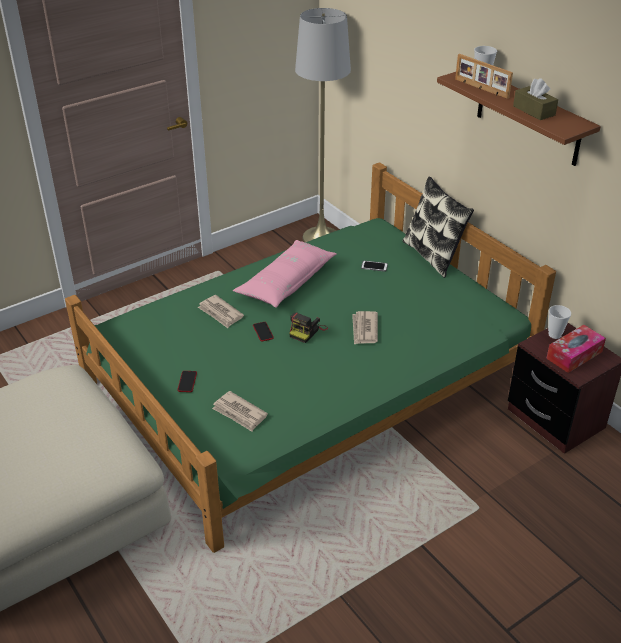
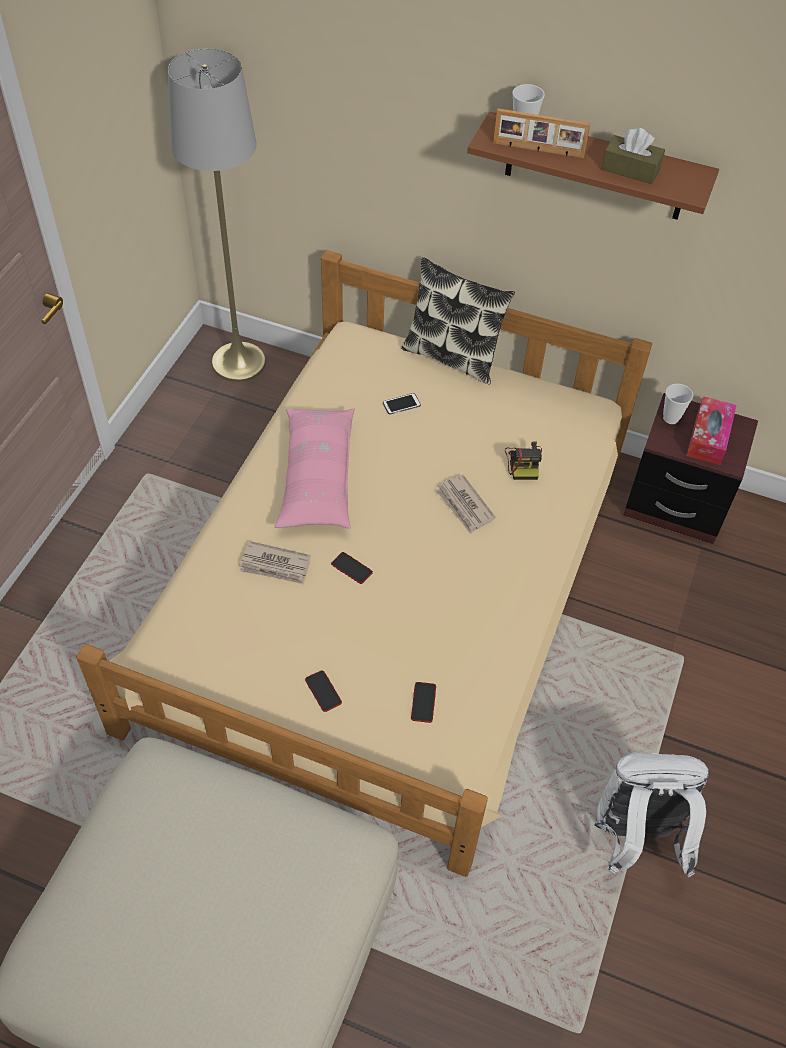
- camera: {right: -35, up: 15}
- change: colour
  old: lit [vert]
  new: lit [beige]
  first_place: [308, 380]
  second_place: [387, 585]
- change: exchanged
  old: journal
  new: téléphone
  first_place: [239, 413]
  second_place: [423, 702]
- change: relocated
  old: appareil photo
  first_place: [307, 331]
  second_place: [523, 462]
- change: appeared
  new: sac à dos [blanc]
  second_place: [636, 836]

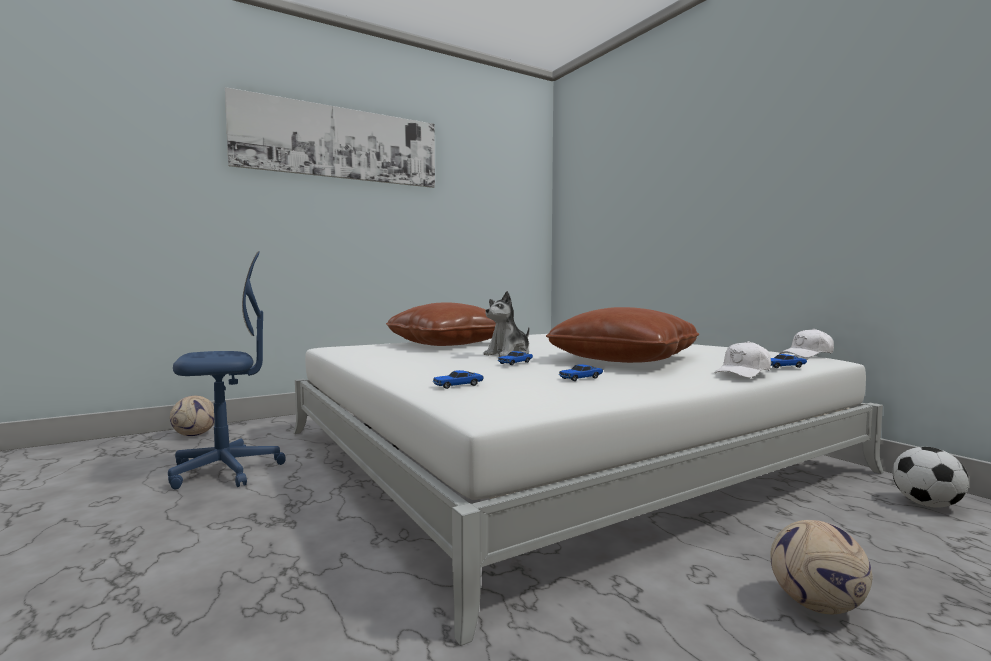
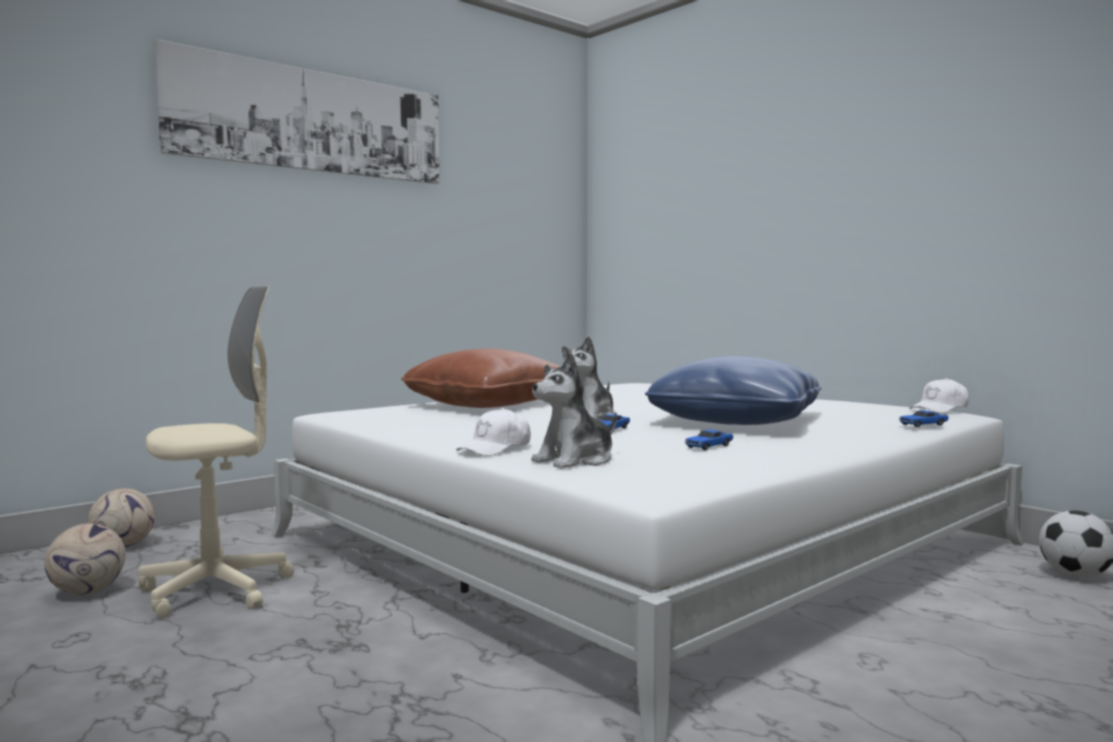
- camera: {right: -10, up: 0}
- change: colour
  old: chaise de bureau [bleu]
  new: chaise de bureau [beige]
  first_place: [226, 471]
  second_place: [216, 590]
- change: exchanged
  old: petite voiture
  new: peluche
  first_place: [457, 385]
  second_place: [575, 460]
- change: colour
  old: coussin [marron]
  new: coussin [bleu]
  first_place: [624, 360]
  second_place: [736, 421]
- change: relocated
  old: casquette [blanc]
  first_place: [743, 373]
  second_place: [495, 449]
- change: relocated
  old: ballon de foot
  first_place: [816, 606]
  second_place: [86, 592]

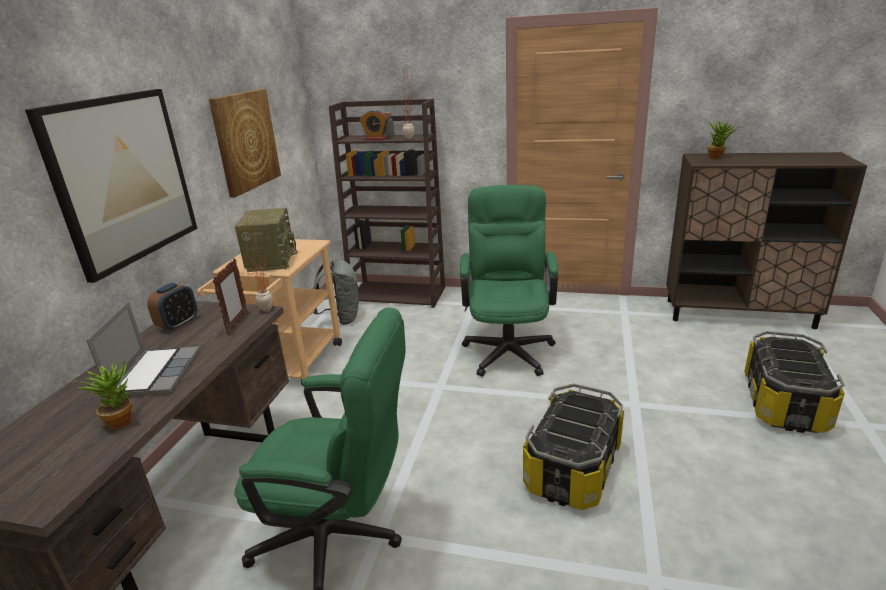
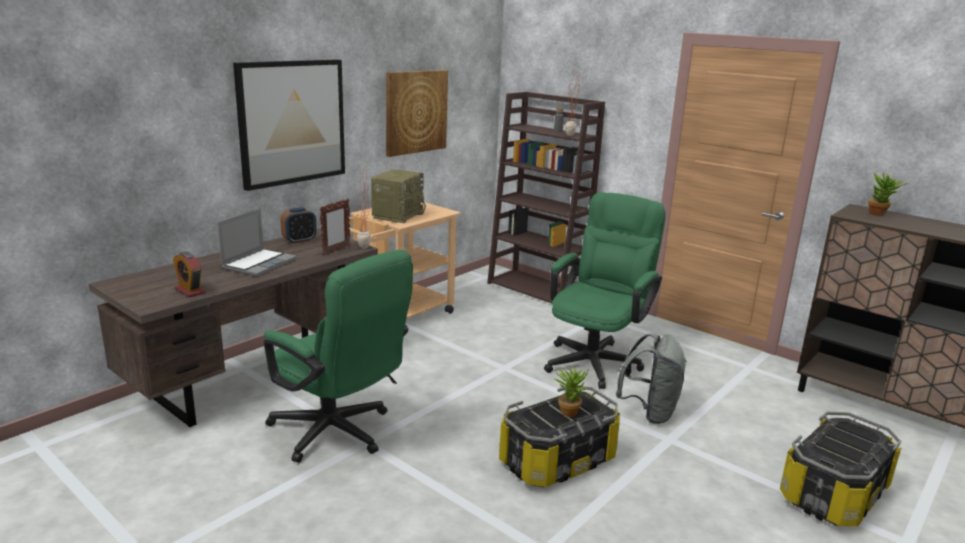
- camera: {right: 25, up: -5}
- change: relocated
  old: plante en pot
  first_place: [121, 419]
  second_place: [569, 410]
- change: relocated
  old: sac à dos [gris]
  first_place: [341, 318]
  second_place: [649, 412]
- change: relocated
  old: réveil
  first_place: [376, 139]
  second_place: [190, 291]

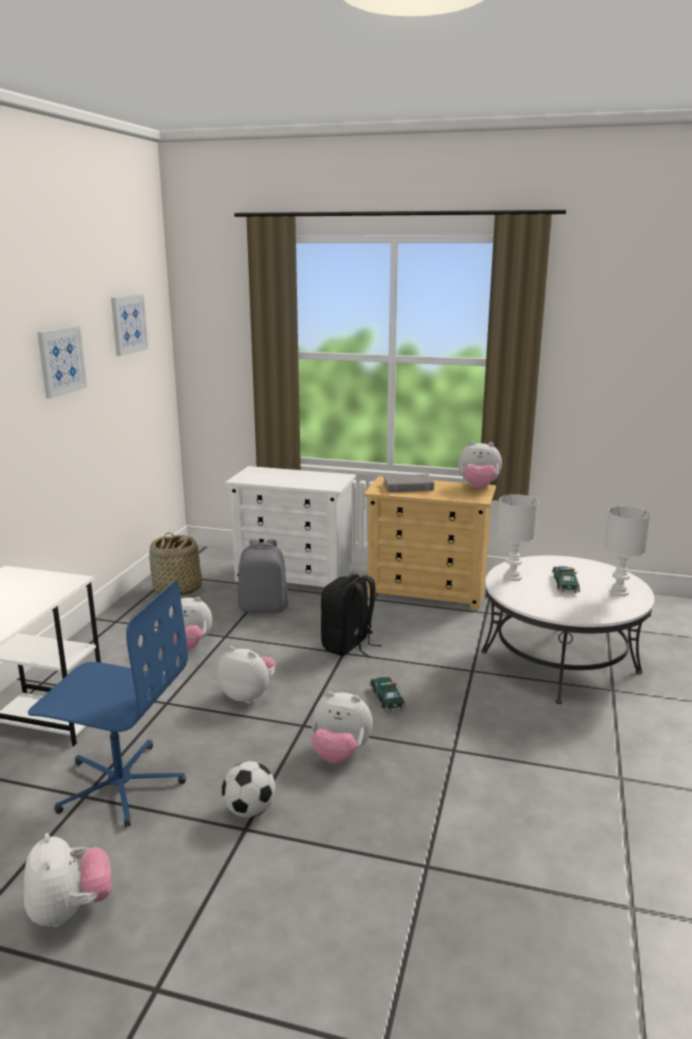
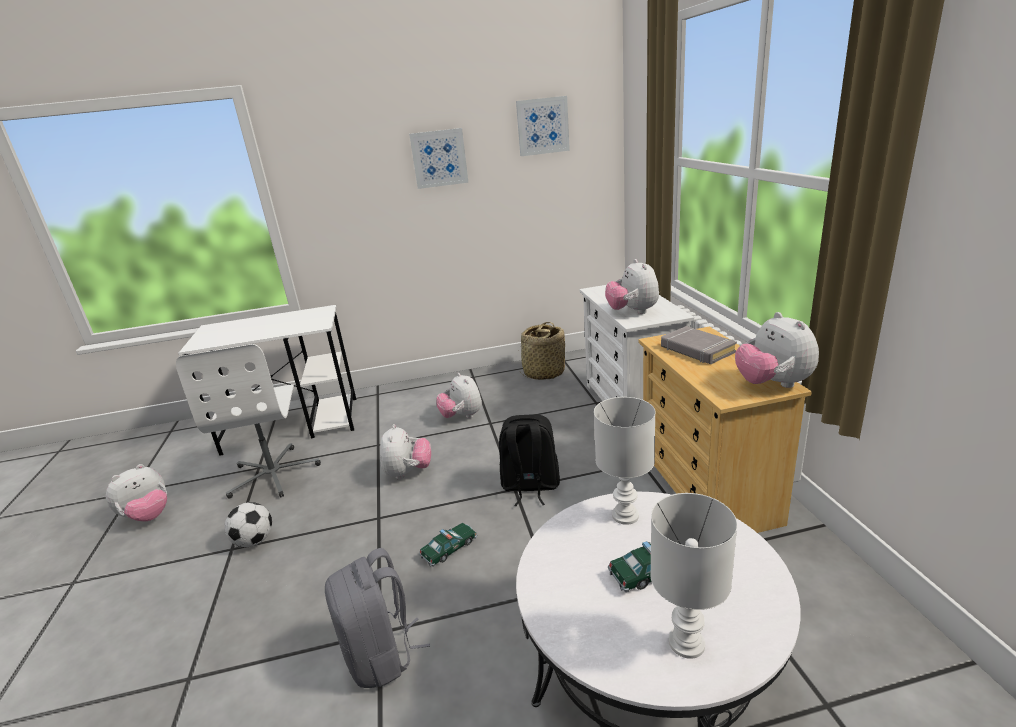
- camera: {right: 65, up: 5}
- change: colour
  old: chaise de bureau [bleu]
  new: chaise de bureau [blanc]
  first_place: [120, 784]
  second_place: [274, 474]
- change: relocated
  old: sac à dos [gris]
  first_place: [263, 607]
  second_place: [381, 655]
- change: relocated
  old: peluche
  first_place: [340, 754]
  second_place: [632, 312]

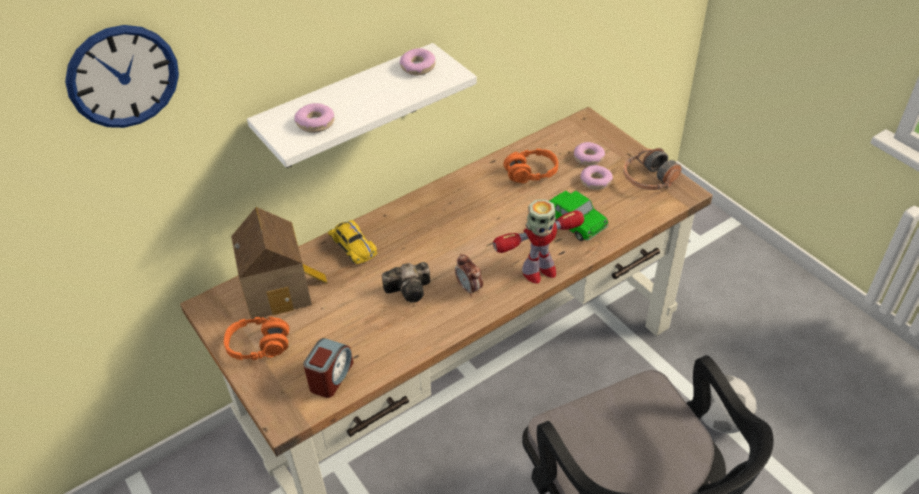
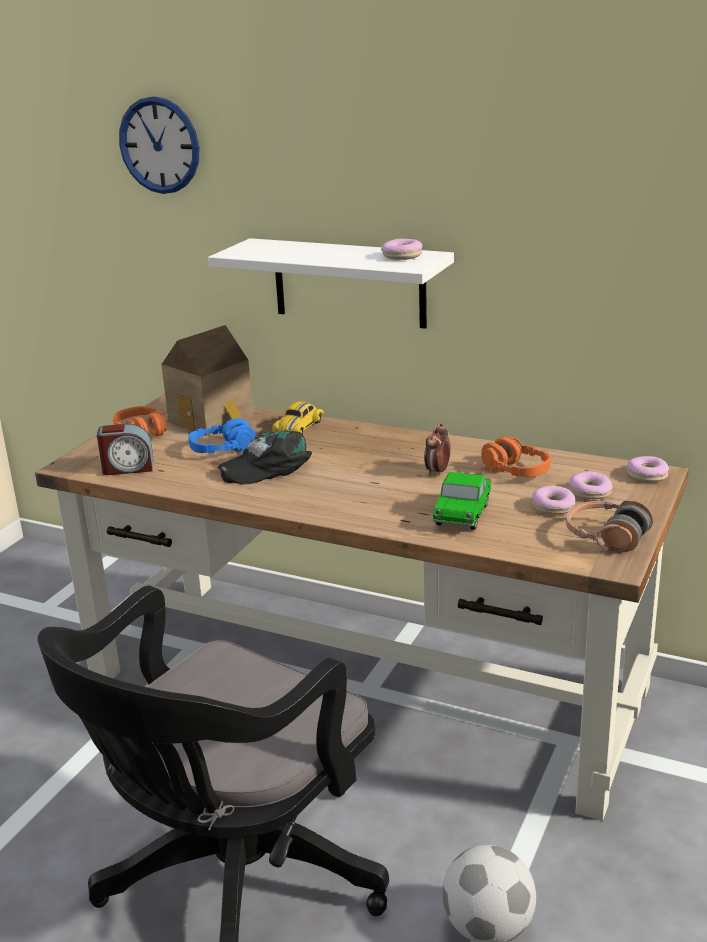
- camera: {right: 60, up: -20}
- change: relocated
  old: beignet
  first_place: [315, 123]
  second_place: [647, 475]
- change: exchanged
  old: appareil photo
  new: casquette [noir]
  first_place: [411, 289]
  second_place: [267, 467]
- change: relocated
  old: réveil
  first_place: [469, 288]
  second_place: [437, 472]
- change: missing
  old: robot jouet
  first_place: [538, 271]
- change: appeared
  new: casque audio [bleu]
  second_place: [222, 449]

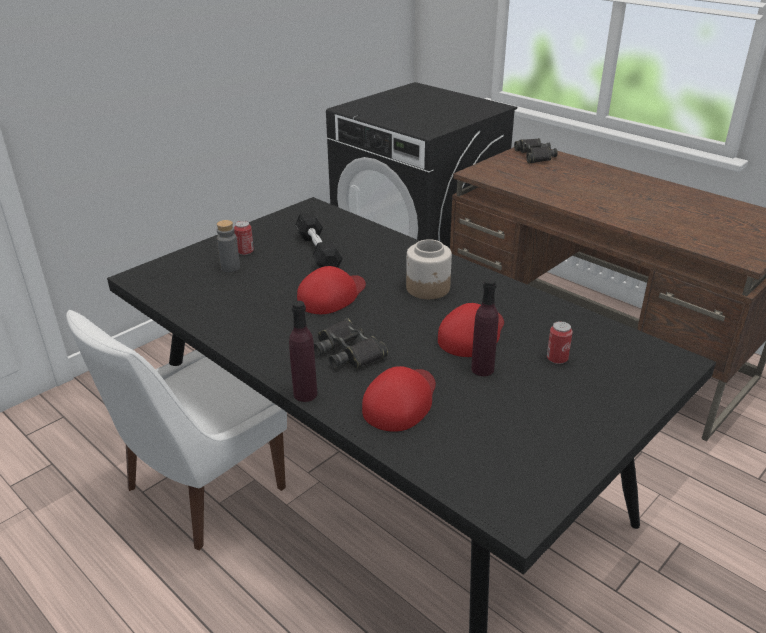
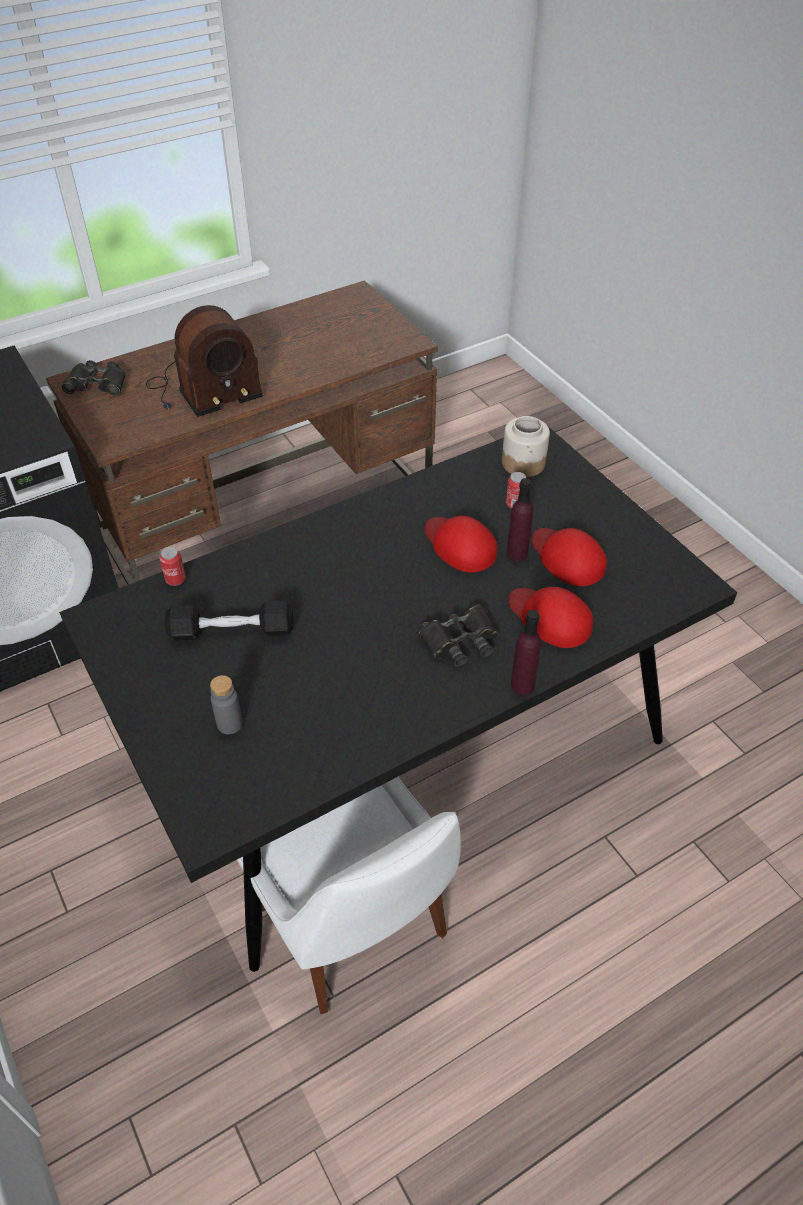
- camera: {right: -75, up: 15}
- change: relocated
  old: boîte métallique
  first_place: [245, 251]
  second_place: [175, 579]
- change: relocated
  old: casquette [rouge]
  first_place: [332, 295]
  second_place: [567, 558]
- change: relocated
  old: bocal
  first_place: [428, 288]
  second_place: [523, 463]
- change: appeared
  new: radio
  second_place: [203, 389]

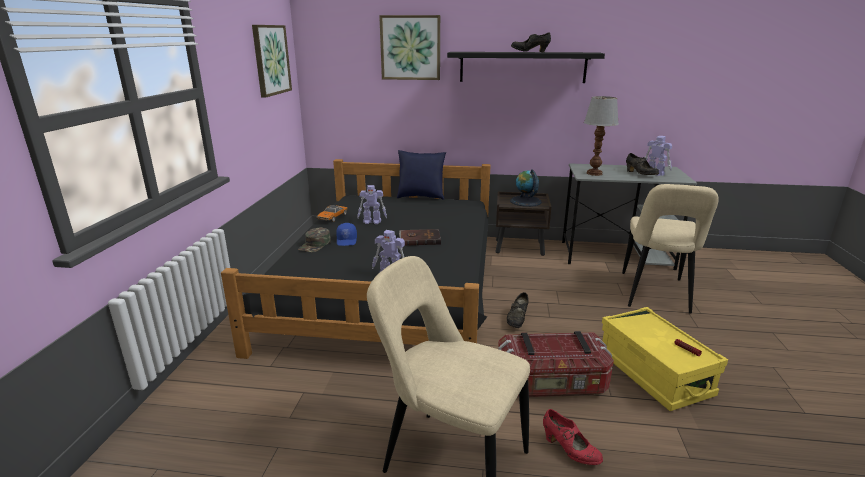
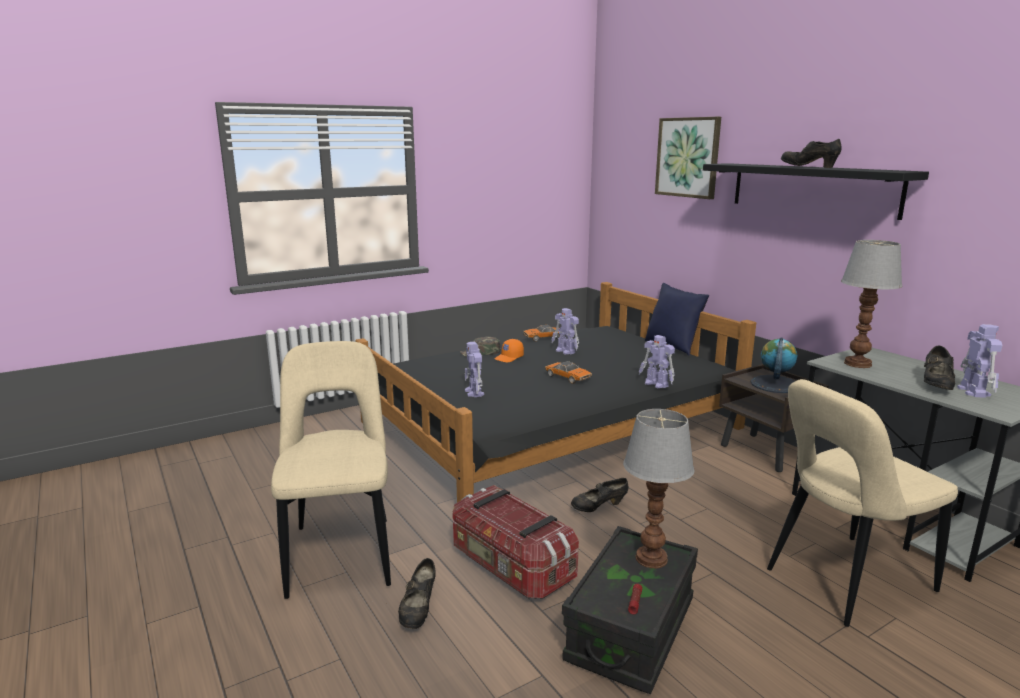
- camera: {right: 50, up: -5}
- change: missing
  old: tableau
  first_place: [271, 60]
- change: colour
  old: casquette [bleu]
  new: casquette [orange]
  first_place: [347, 240]
  second_place: [509, 358]
- change: exchanged
  old: livre [marron]
  new: petite voiture
  first_place: [419, 239]
  second_place: [568, 377]
- change: colour
  old: chaussure [rouge]
  new: chaussure [noir]
  first_place: [569, 450]
  second_place: [418, 610]
- change: colour
  old: boîte de rangement [jaune]
  new: boîte de rangement [noir]
  first_place: [653, 374]
  second_place: [631, 630]
- change: appeared
  new: lampe de table
  second_place: [652, 559]
- change: appeared
  new: robot jouet
  second_place: [656, 384]

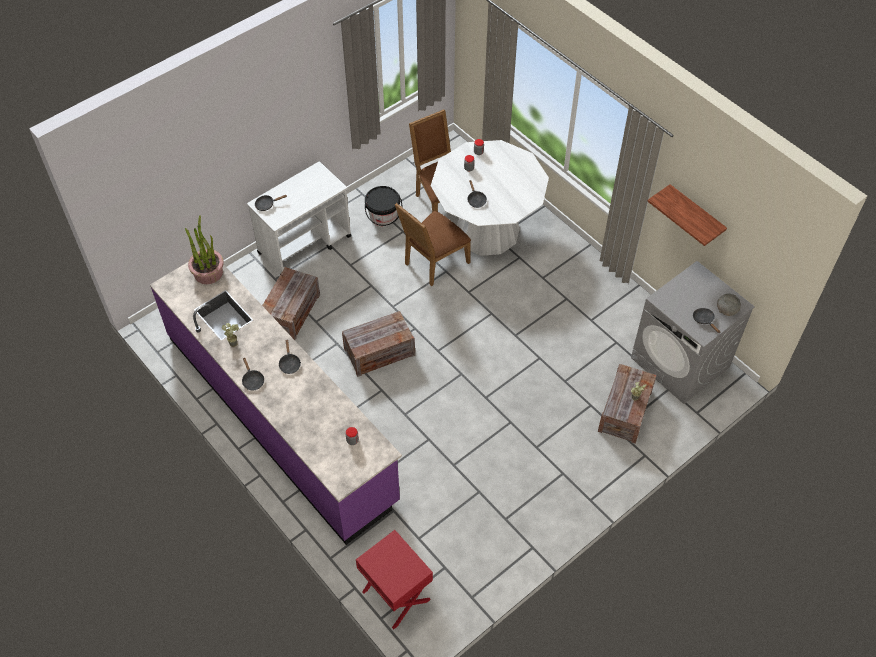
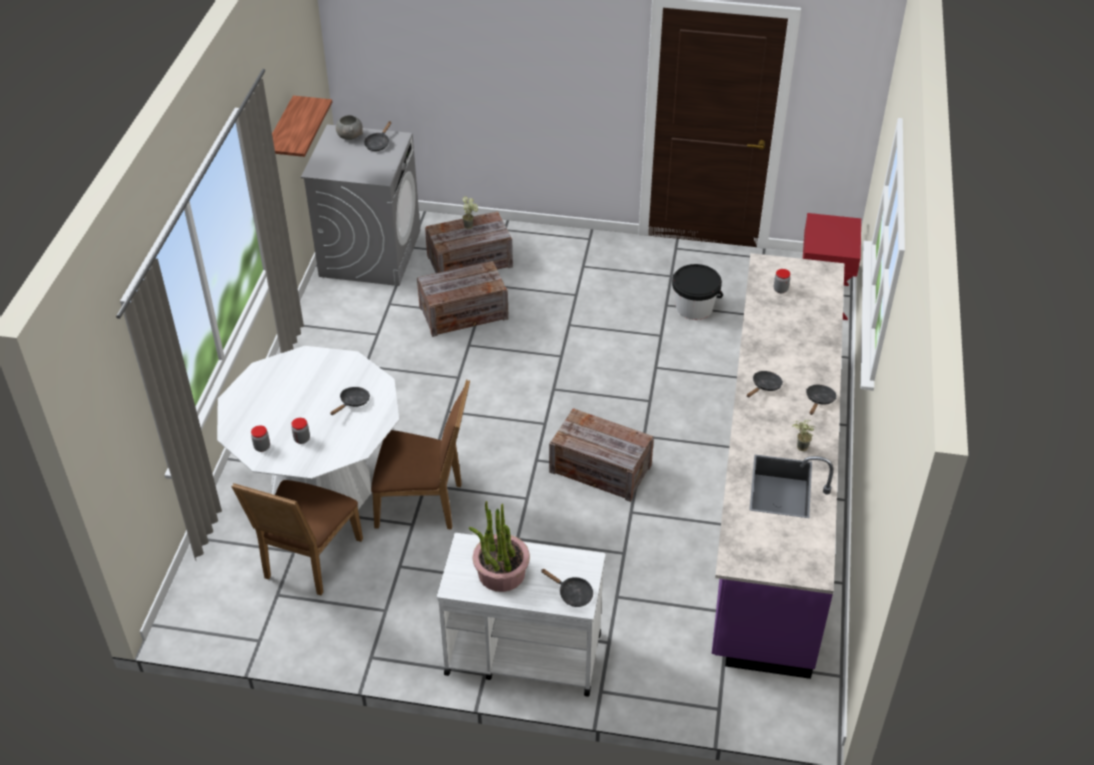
- camera: {right: -130, up: -10}
- change: relocated
  old: plante en pot
  first_place: [208, 272]
  second_place: [501, 573]
- change: relocated
  old: caisse
  first_place: [291, 312]
  second_place: [463, 313]
- change: relocated
  old: seau [noir]
  first_place: [383, 216]
  second_place: [694, 307]

